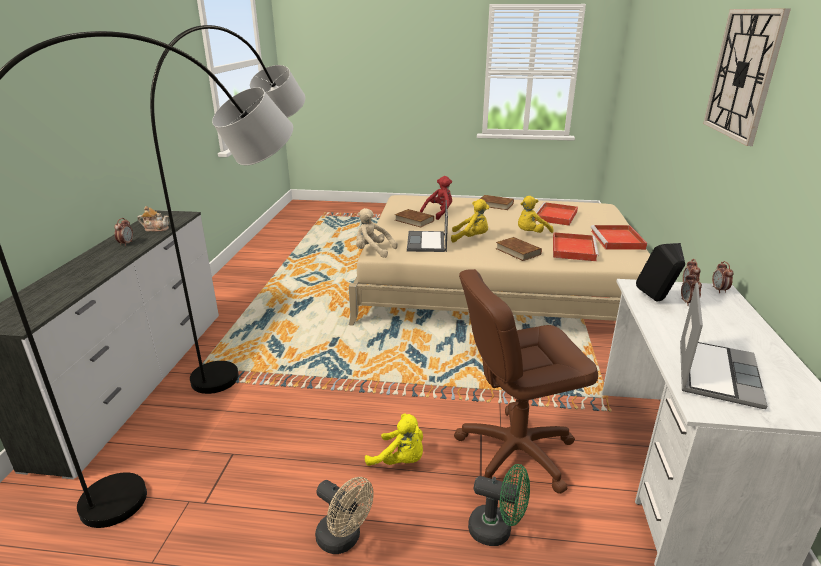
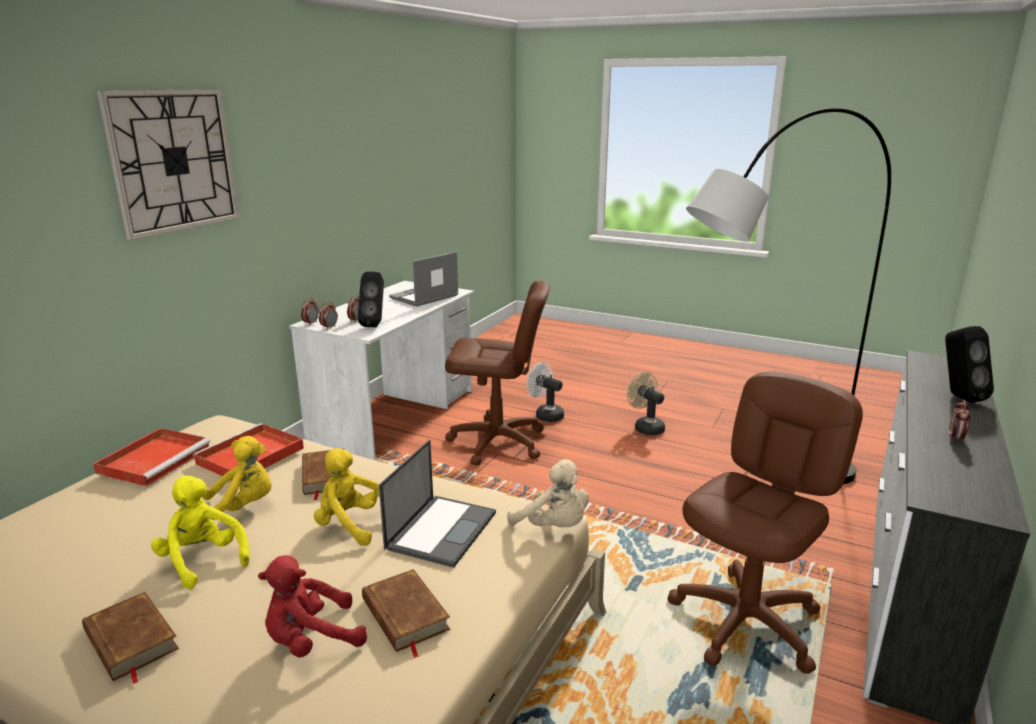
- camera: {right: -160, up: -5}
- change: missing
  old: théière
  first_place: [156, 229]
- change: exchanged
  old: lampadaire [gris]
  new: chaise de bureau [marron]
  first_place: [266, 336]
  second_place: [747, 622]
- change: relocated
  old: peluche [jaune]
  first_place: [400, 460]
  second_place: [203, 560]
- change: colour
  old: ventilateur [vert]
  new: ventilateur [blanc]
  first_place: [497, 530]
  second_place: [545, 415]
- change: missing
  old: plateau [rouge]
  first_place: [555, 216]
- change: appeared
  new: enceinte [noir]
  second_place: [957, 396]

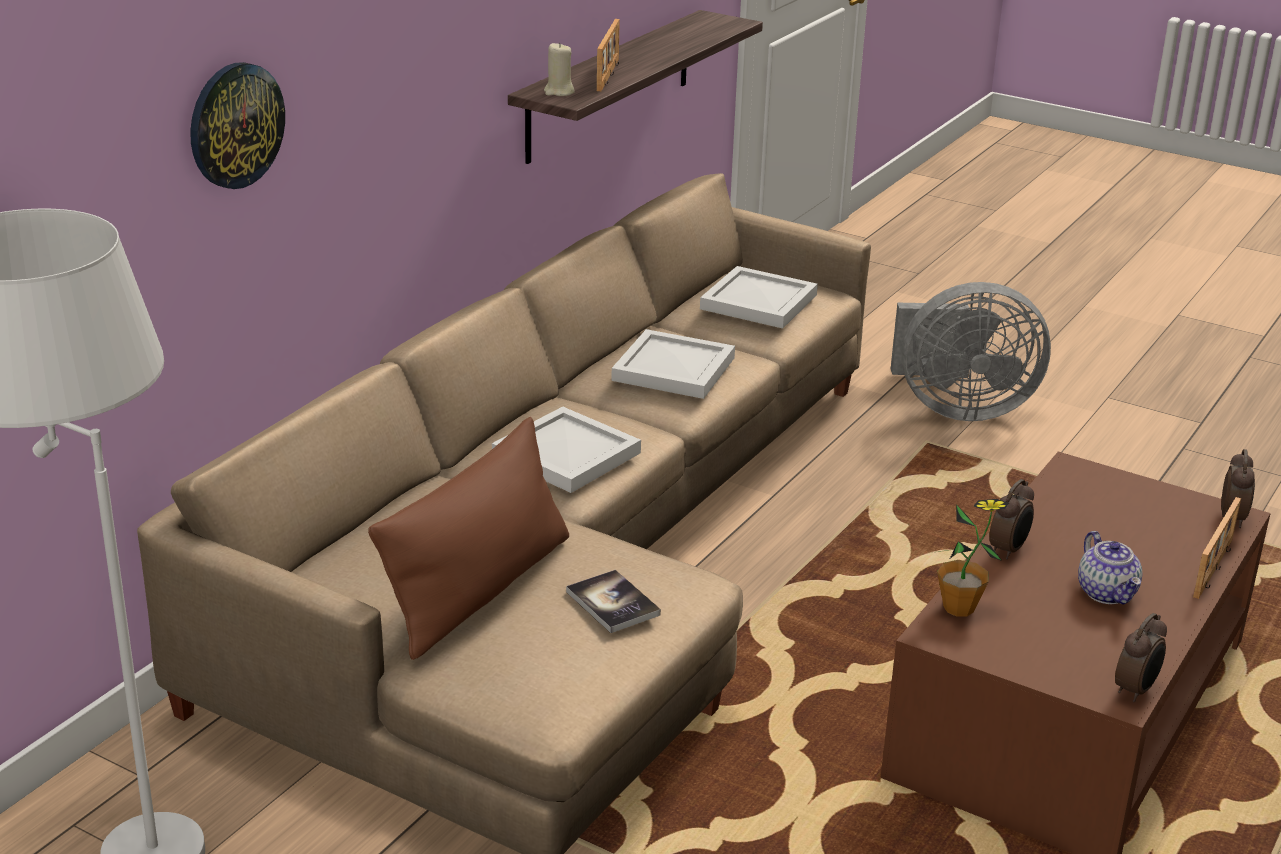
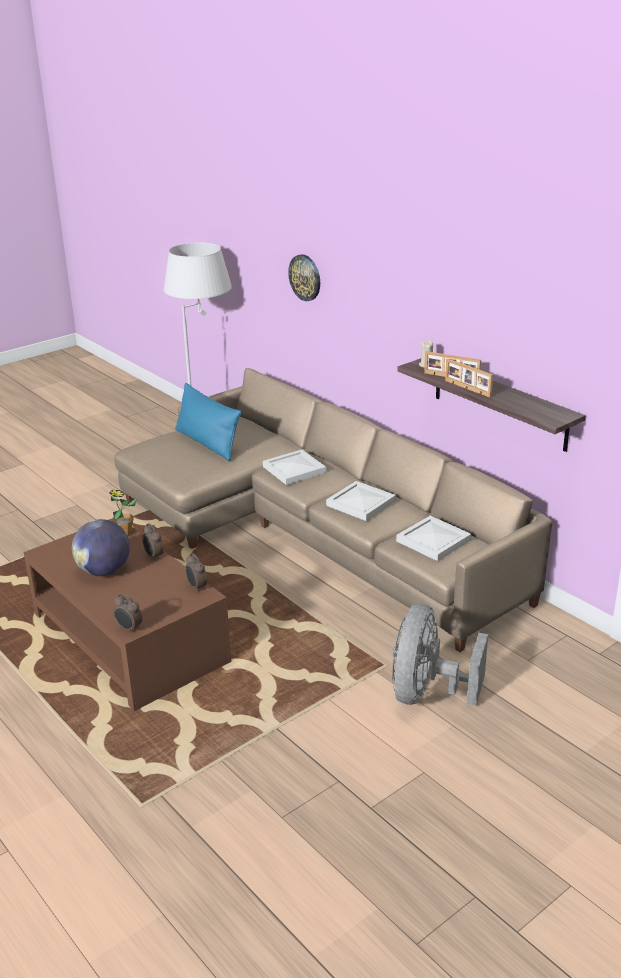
- camera: {right: 110, up: 0}
- change: colour
  old: coussin [marron]
  new: coussin [bleu]
  first_place: [479, 590]
  second_place: [207, 443]
- change: missing
  old: livre
  first_place: [612, 603]
- change: exchanged
  old: théière
  new: globe
  first_place: [1107, 593]
  second_place: [104, 571]
- change: relocated
  old: réveil
  first_place: [1136, 690]
  second_place: [196, 587]
- change: relocated
  old: cadre photo
  first_place: [1215, 568]
  second_place: [467, 389]

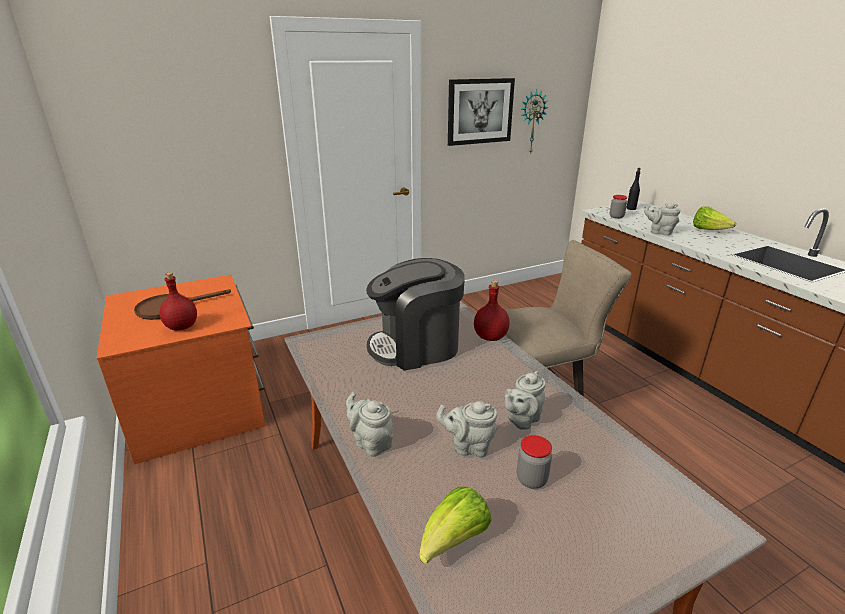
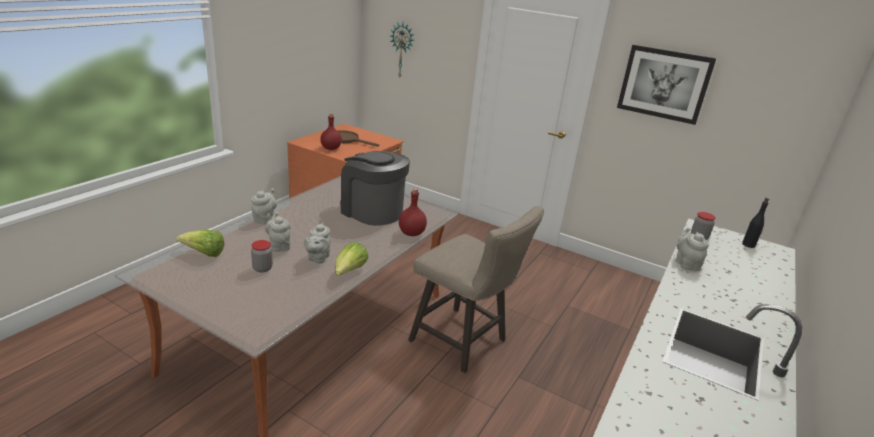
- camera: {right: 55, up: 0}
- change: spun
  old: théière [gris]
  first_place: [521, 420]
  second_place: [317, 258]
  degrees: -90
- change: relocated
  old: horloge murale
  first_place: [531, 122]
  second_place: [402, 50]
- change: relocated
  old: laitue
  first_place: [708, 230]
  second_place: [349, 271]

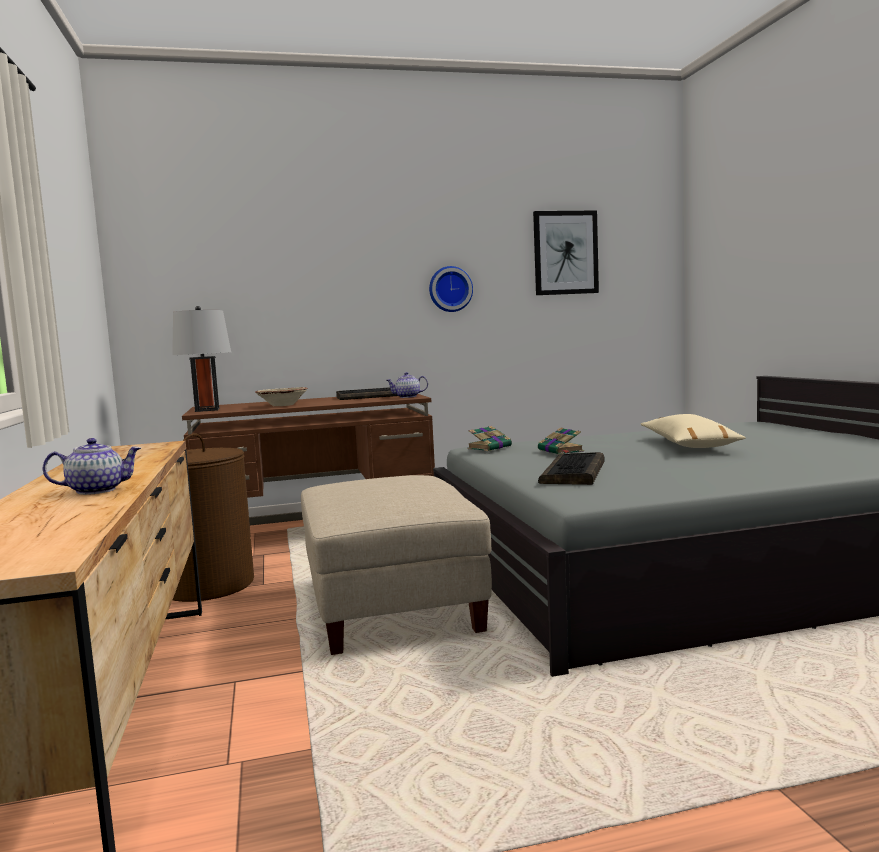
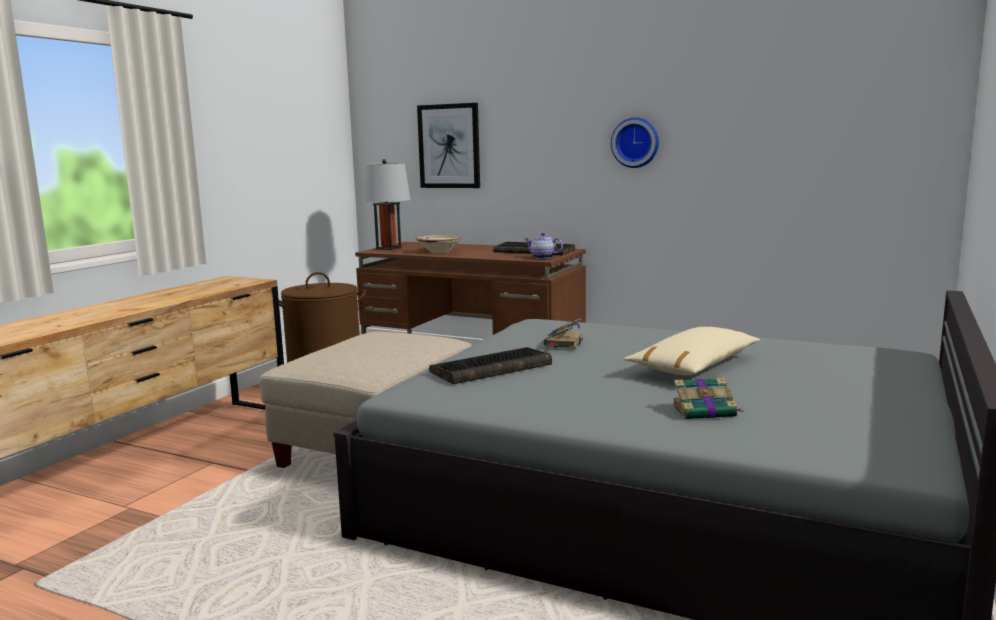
- camera: {right: 40, up: 5}
- change: missing
  old: théière
  first_place: [97, 490]
- change: relocated
  old: livre
  first_place: [490, 447]
  second_place: [705, 411]
- change: relocated
  old: tableau
  first_place: [565, 253]
  second_place: [449, 146]

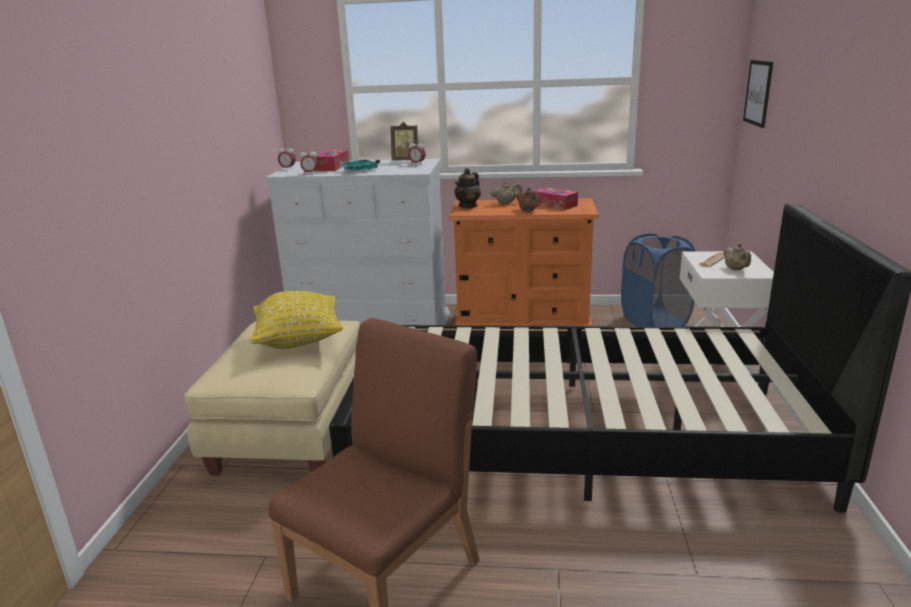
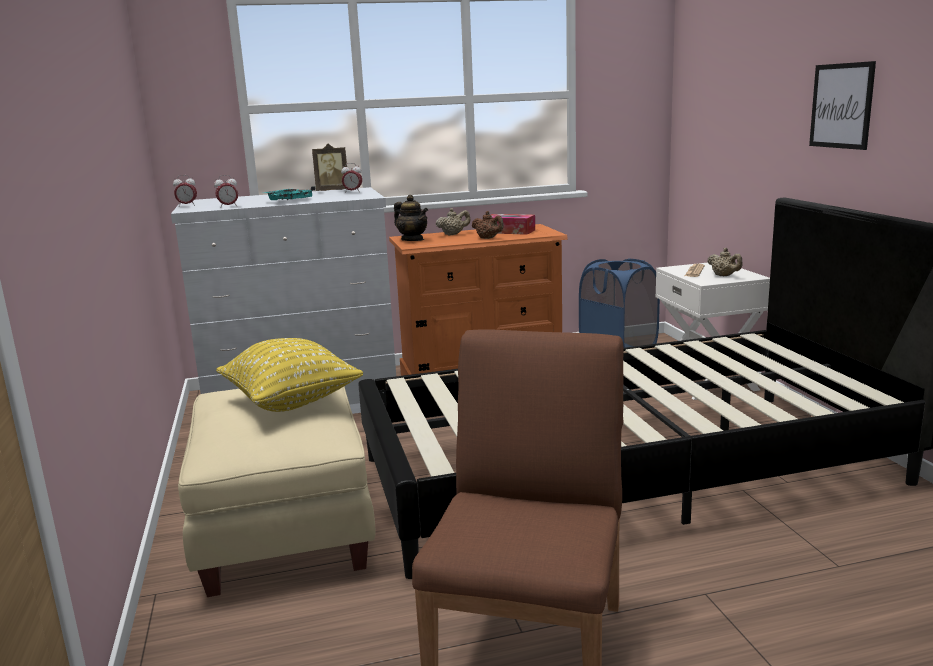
- camera: {right: -20, up: -5}
- change: missing
  old: boîte à mouchoirs
  first_place: [332, 167]
- change: spun
  old: théière
  first_place: [468, 206]
  second_place: [412, 240]
  degrees: -60
- change: relocated
  old: tableau
  first_place: [758, 93]
  second_place: [841, 106]

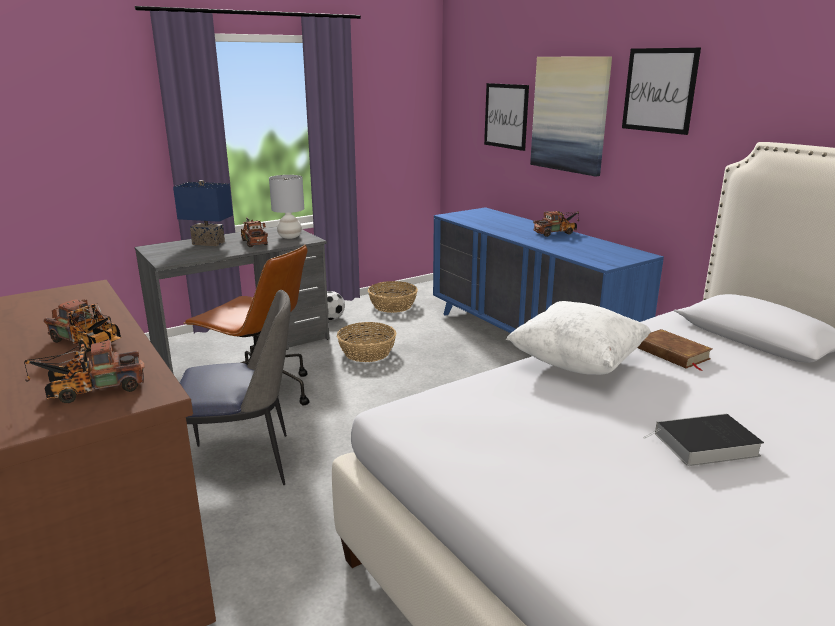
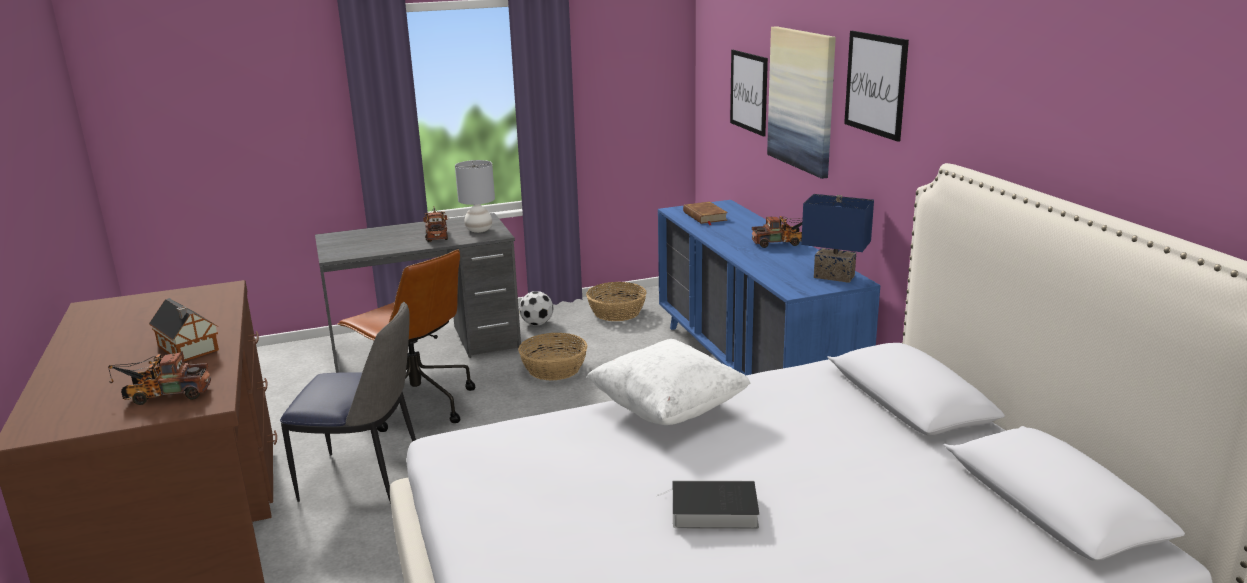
- camera: {right: 15, up: 0}
- change: exchanged
  old: camion jouet
  new: maison miniature
  first_place: [88, 343]
  second_place: [188, 349]
- change: relocated
  old: lampe de table [bleu]
  first_place: [207, 243]
  second_place: [833, 277]
- change: relocated
  old: livre [marron]
  first_place: [672, 353]
  second_place: [704, 216]

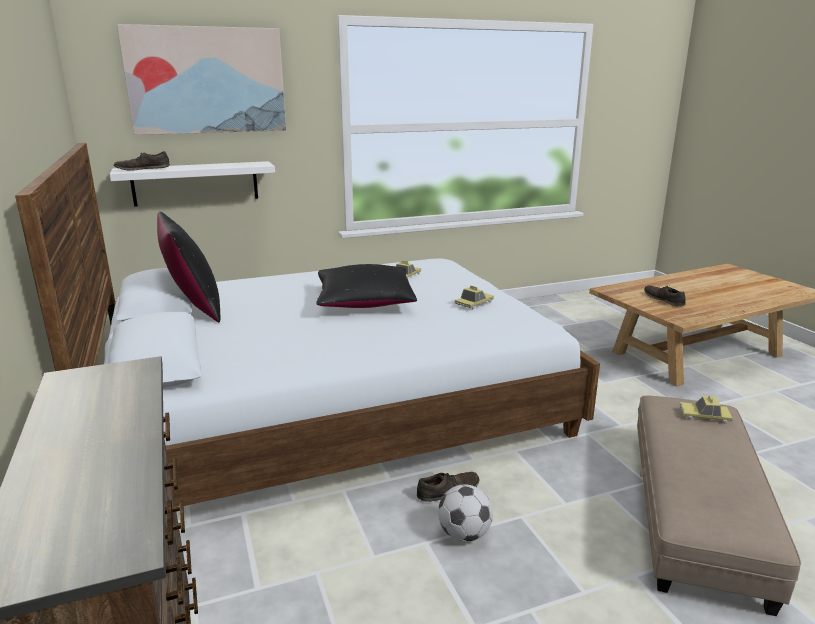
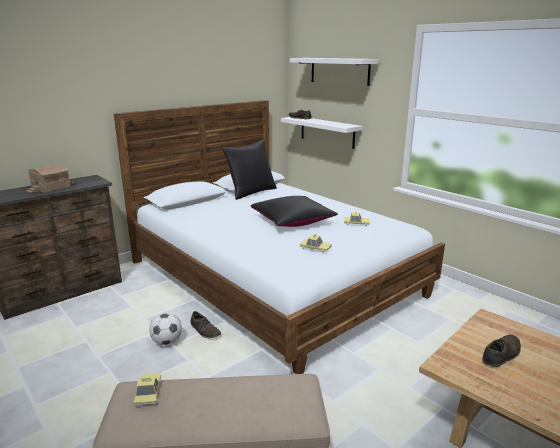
- camera: {right: 70, up: 0}
- change: exchanged
  old: tableau
  new: étagère [blanc]
  first_place: [206, 80]
  second_place: [339, 71]
- change: relocated
  old: petite voiture
  first_place: [704, 416]
  second_place: [148, 392]
- change: appeared
  new: maison miniature
  second_place: [50, 187]

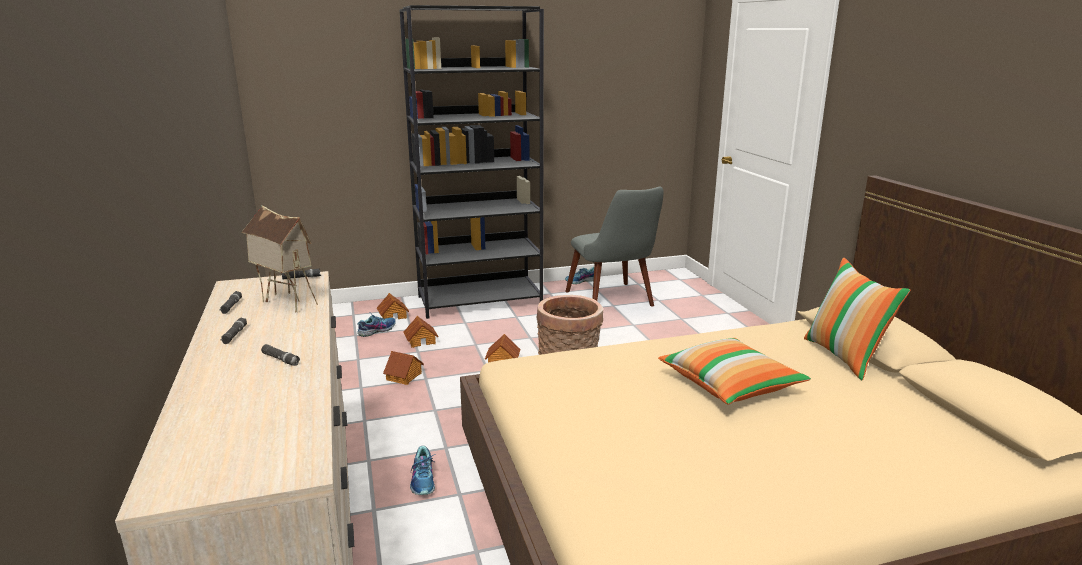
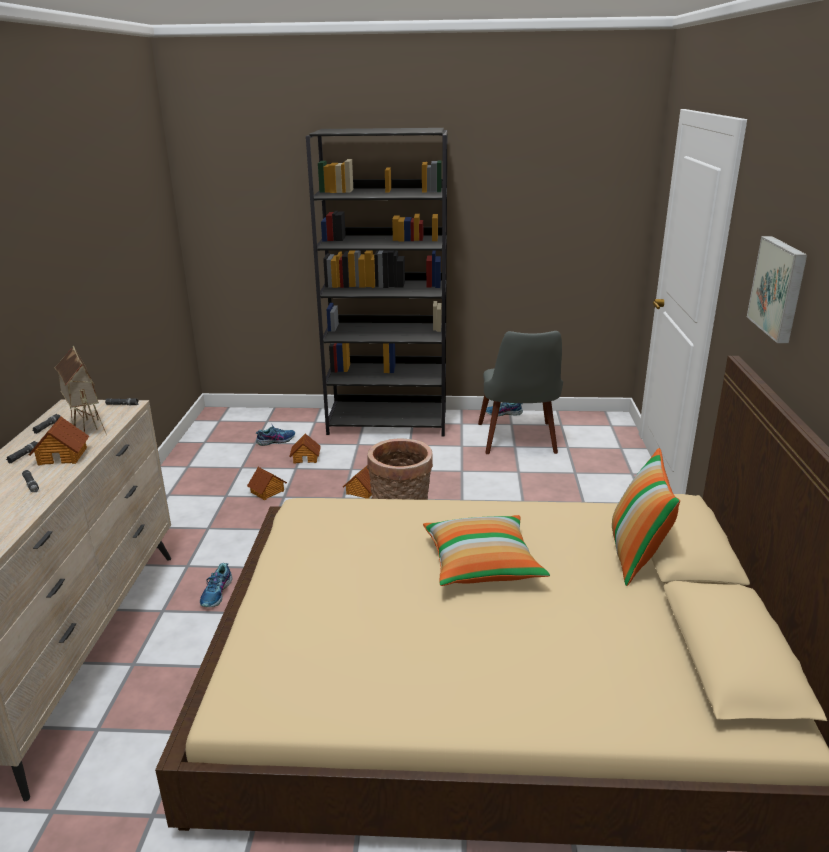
- camera: {right: 20, up: 5}
- change: relocated
  old: maison miniature
  first_place: [393, 316]
  second_place: [63, 456]
- change: appeared
  new: tableau
  second_place: [780, 288]

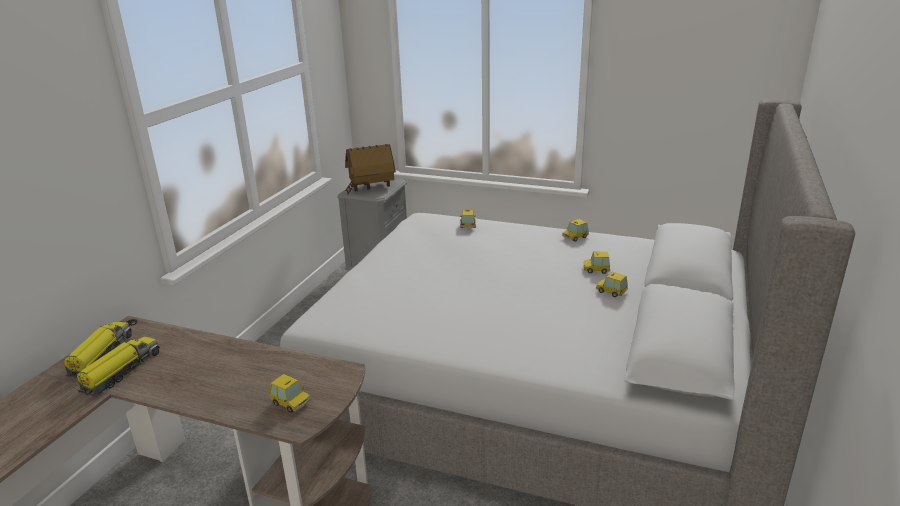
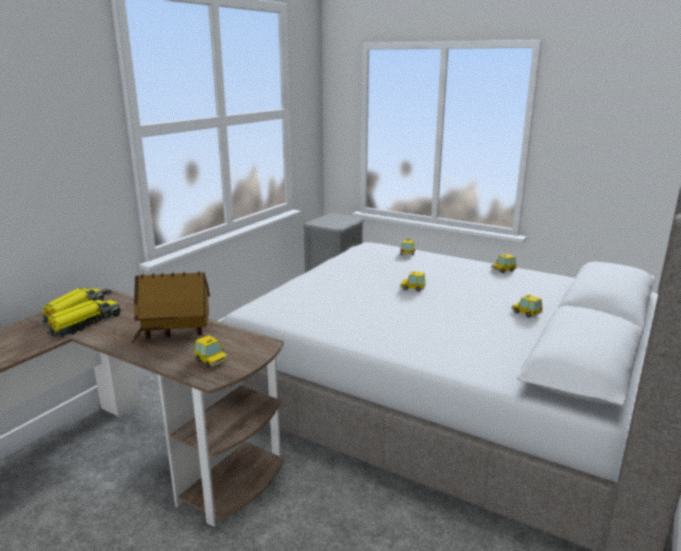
- camera: {right: 10, up: -5}
- change: relocated
  old: maison miniature
  first_place: [371, 187]
  second_place: [175, 333]
- change: relocated
  old: petite voiture
  first_place: [596, 269]
  second_place: [412, 288]

